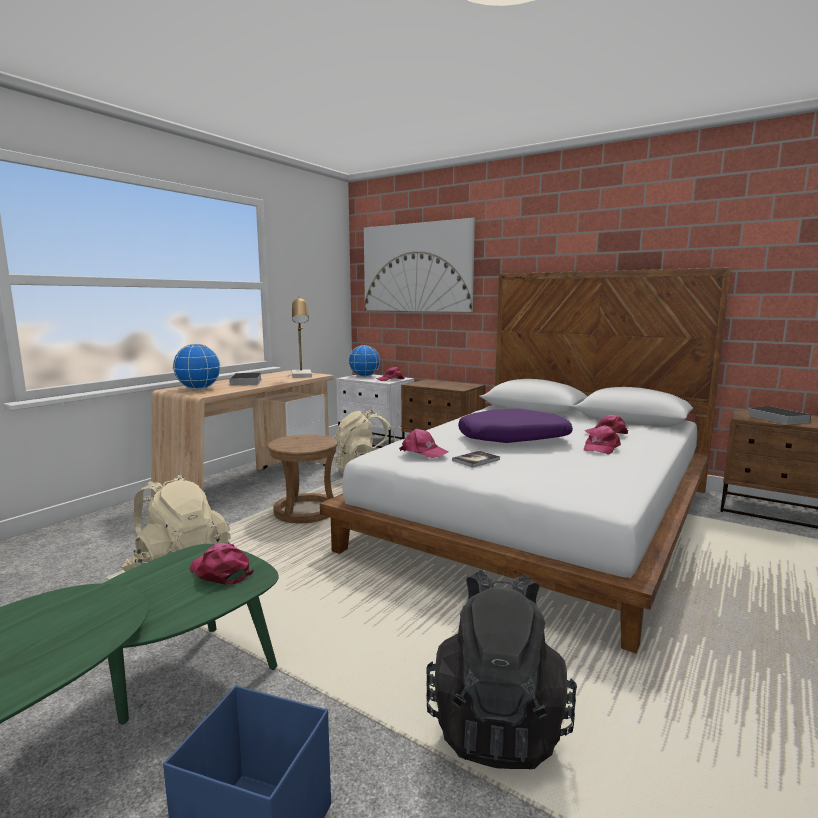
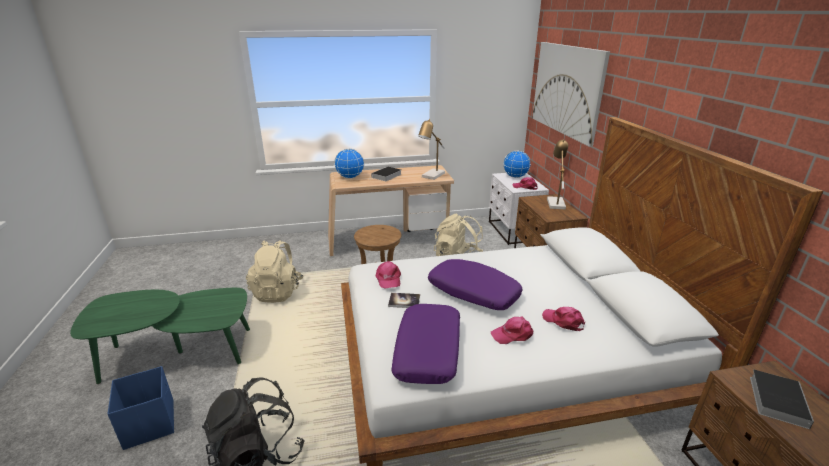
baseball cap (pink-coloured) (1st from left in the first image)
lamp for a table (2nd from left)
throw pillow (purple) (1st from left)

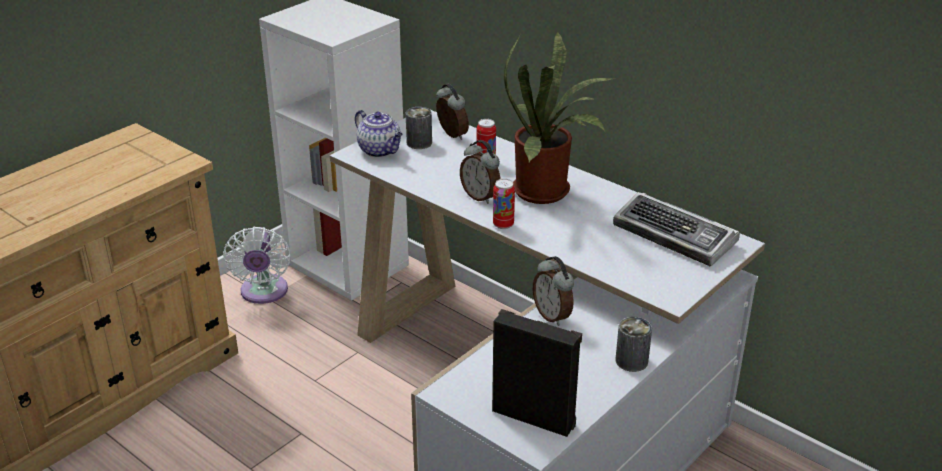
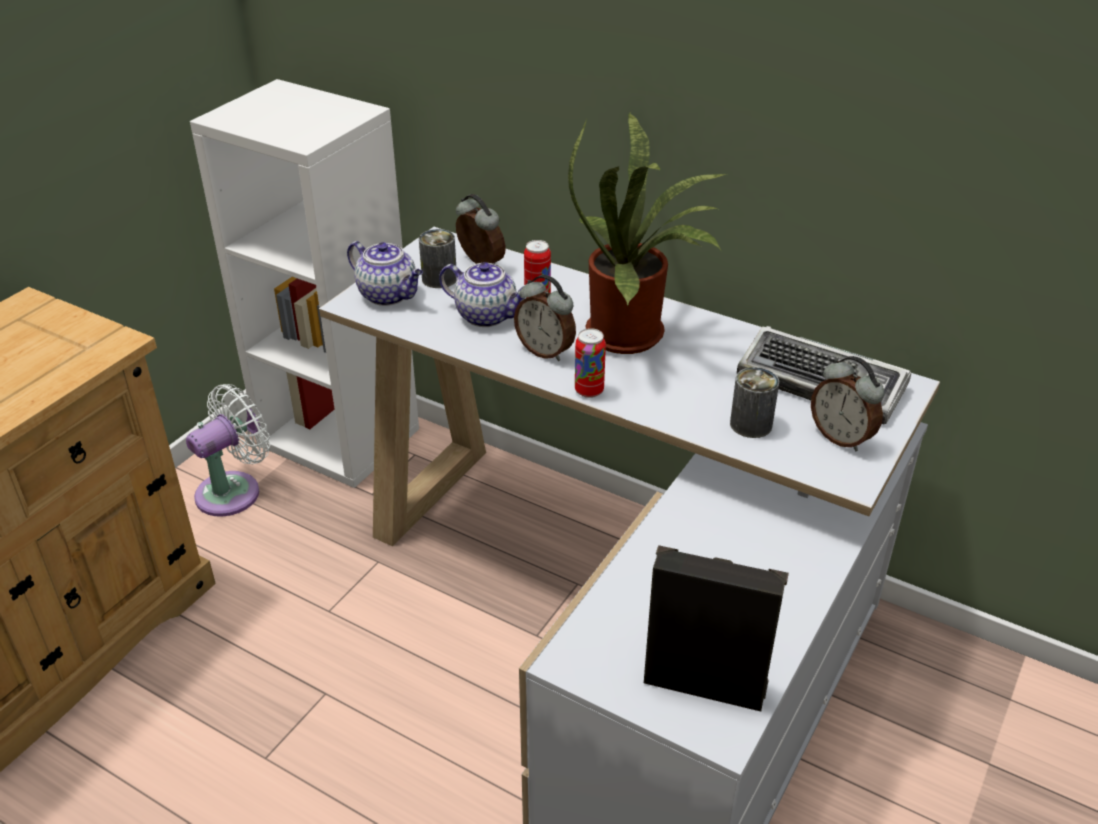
cooling fan (white)
table clock (3rd from left)
metal can (4th from left)
pot for tea (2nd from left)

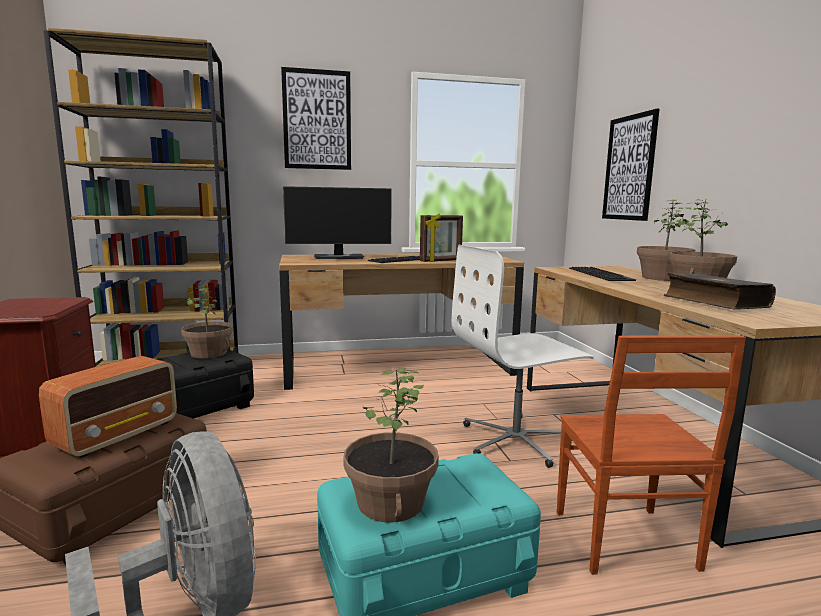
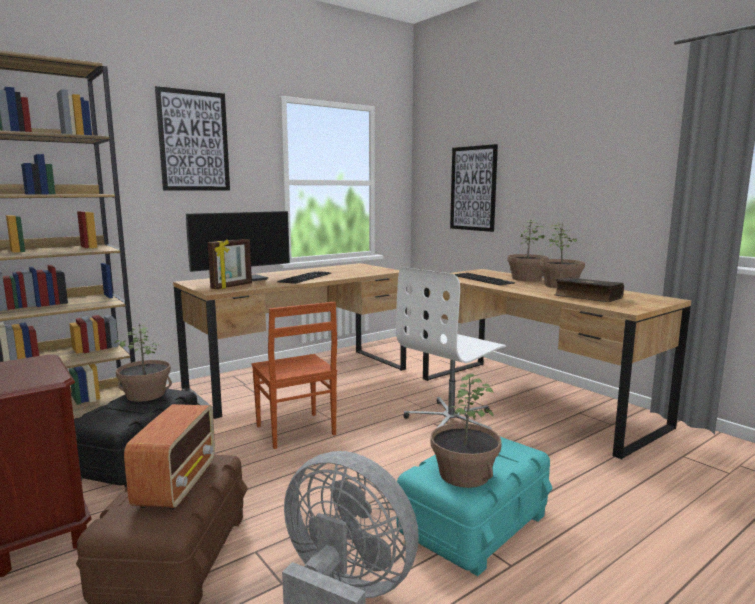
picture frame
upright chair (brown)

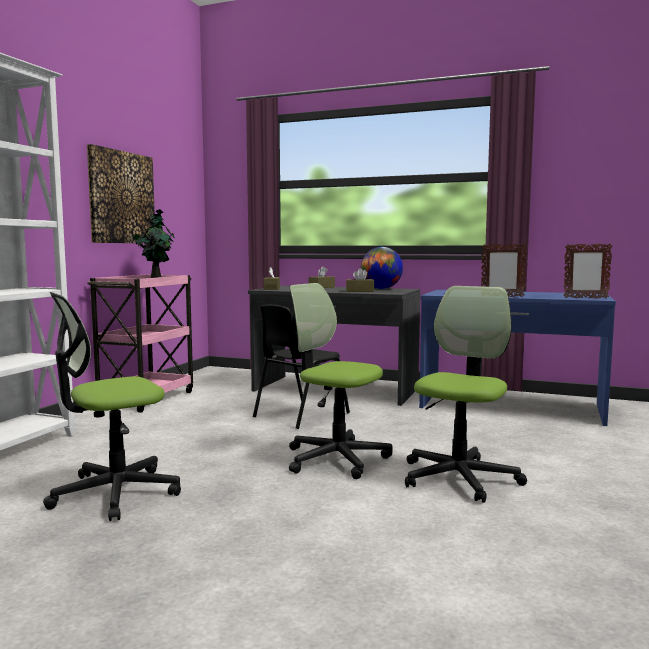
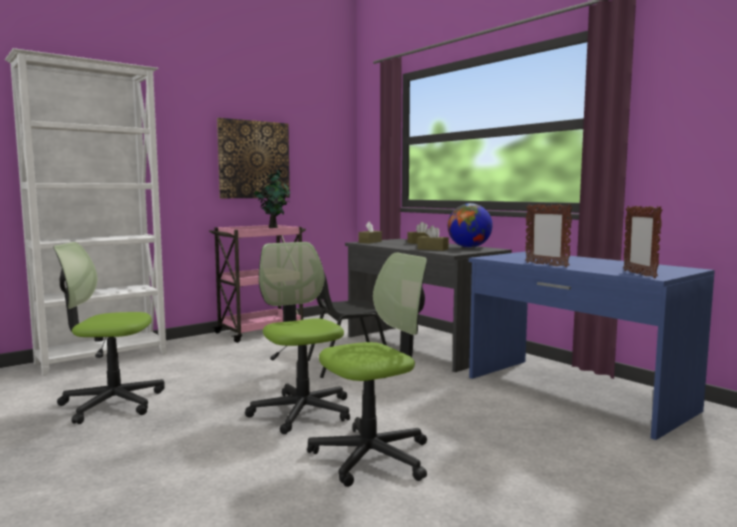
picture frame (2nd from left)

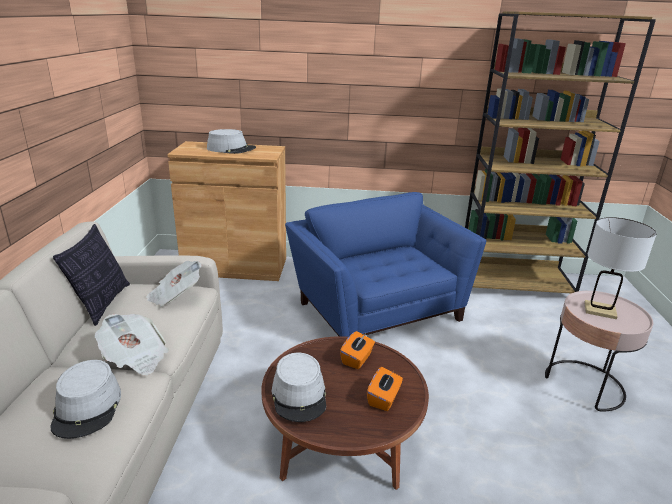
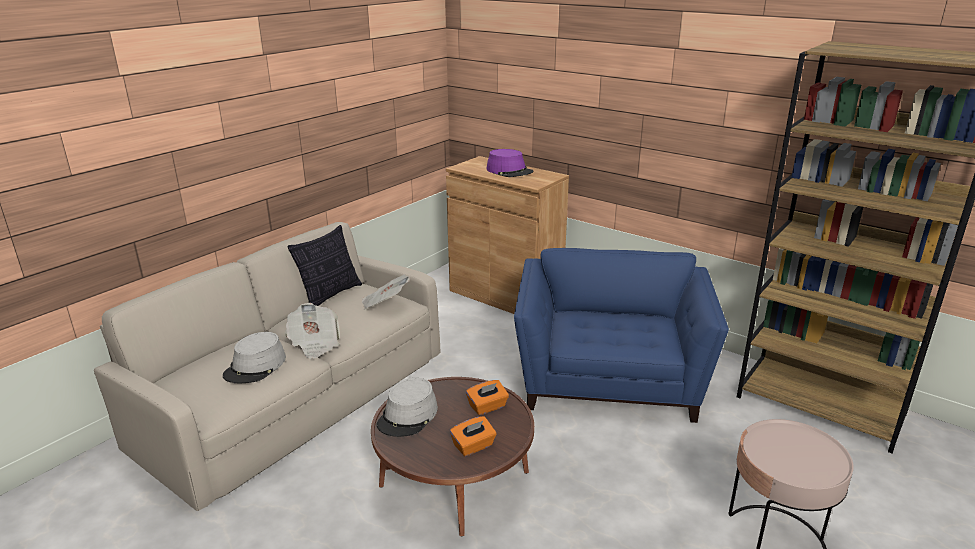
hat (purple)
lamp for a table (white)

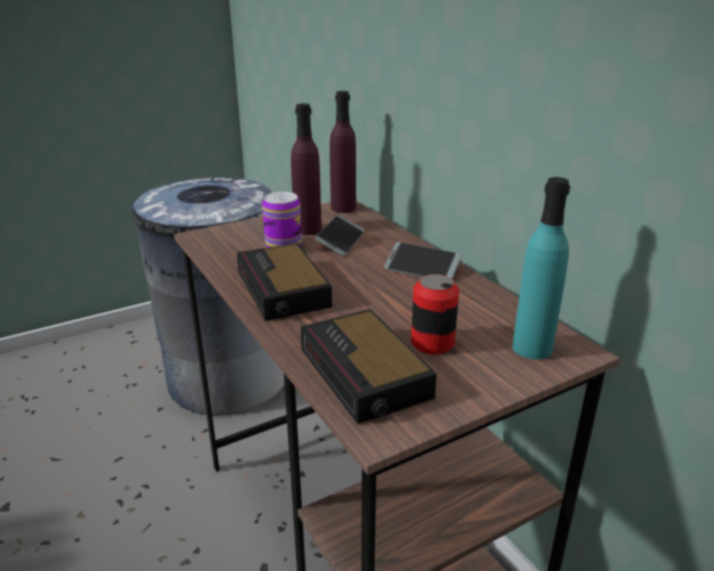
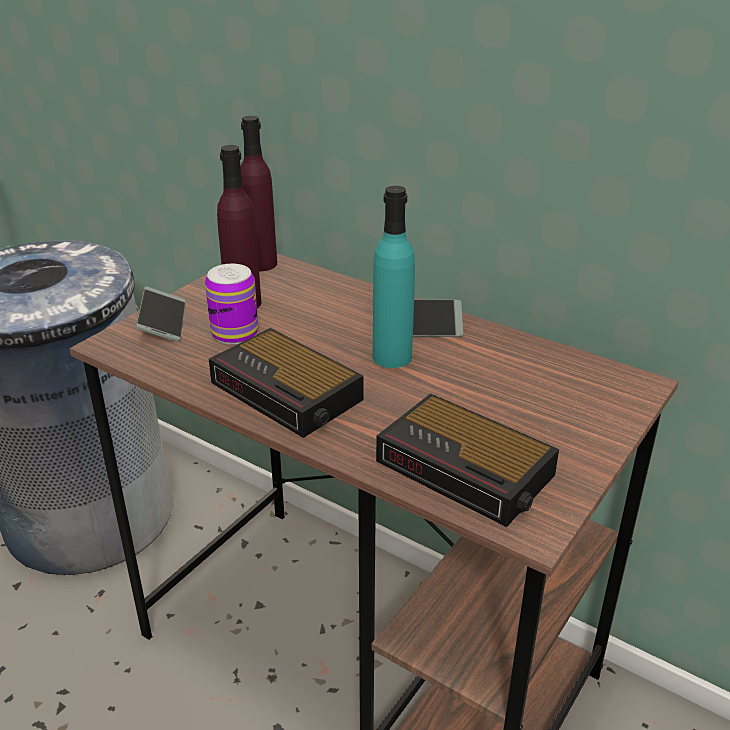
beverage bottle (turquoise)
telephone (1st from left)
metal can (2nd from left in the first image)

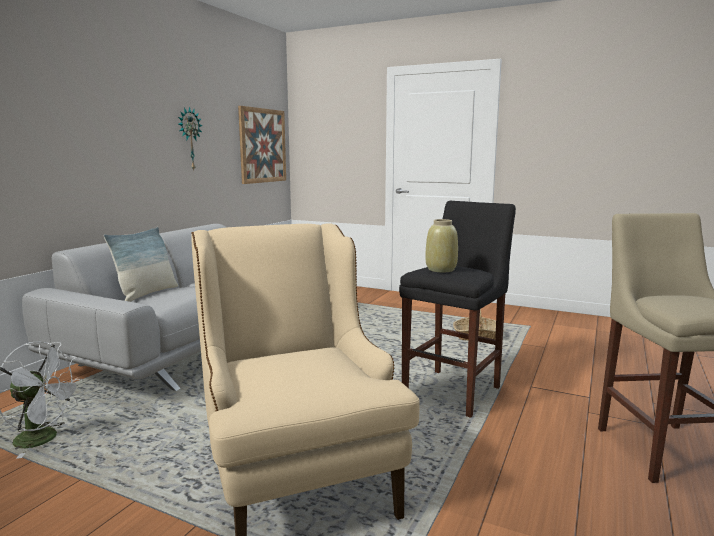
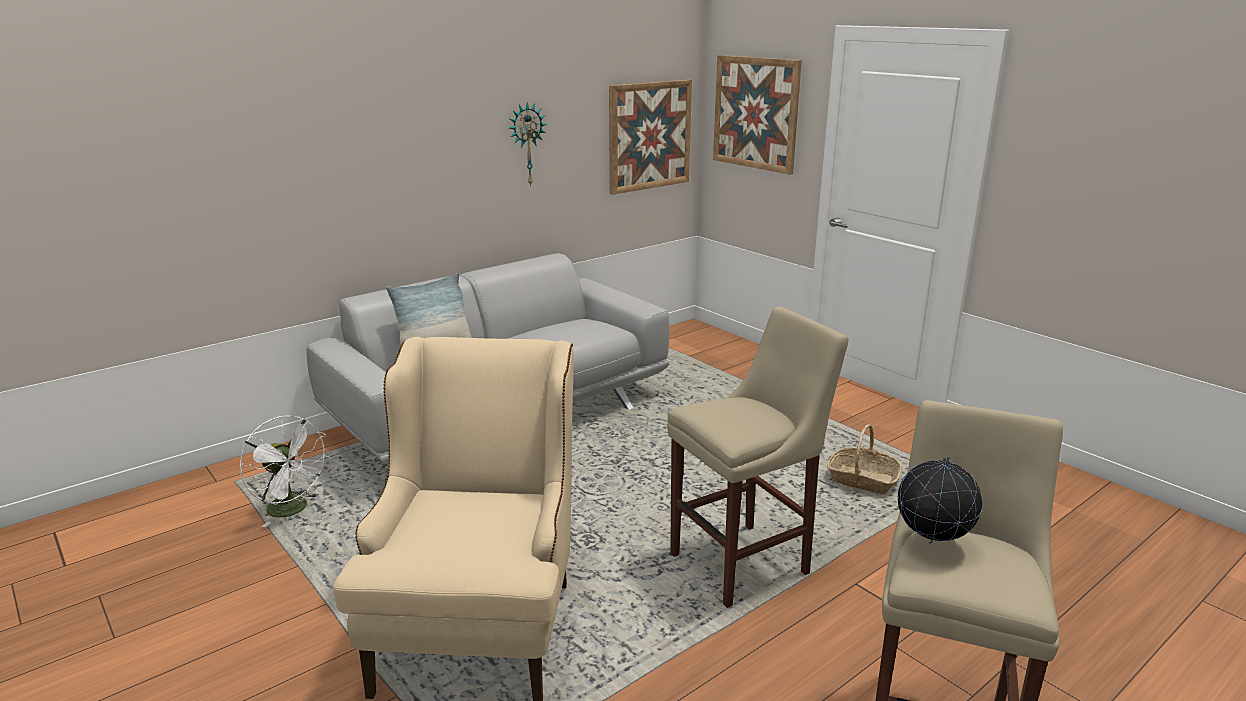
stool (sand-coloured) (1st from left)
vase (sand-coloured)
picture (2nd from left)
world globe

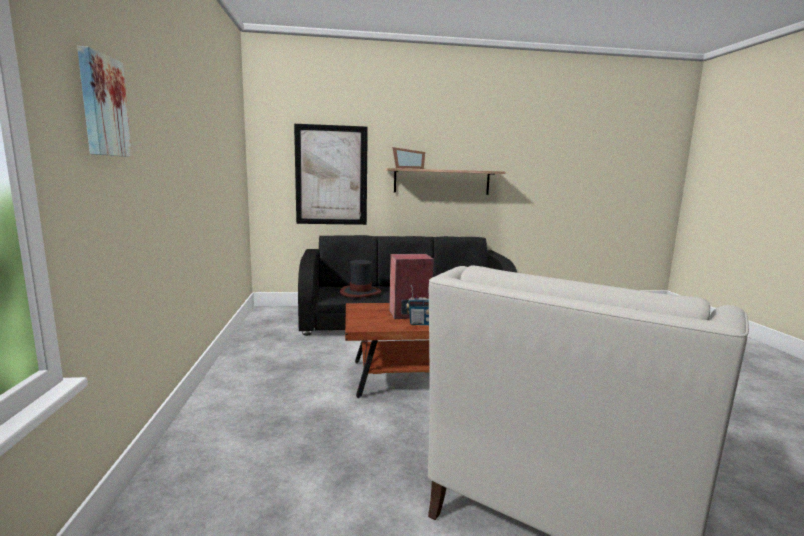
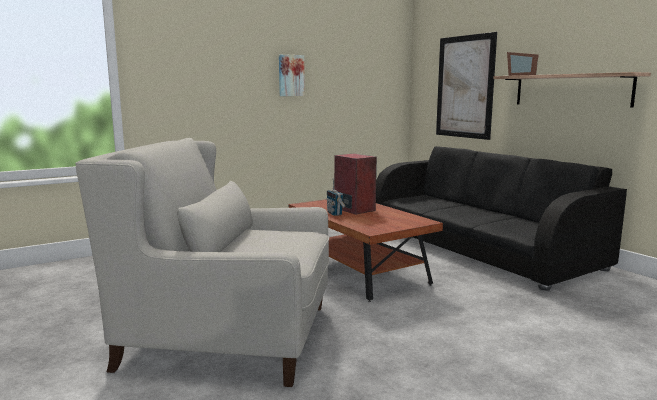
picture (1st from left)
hat

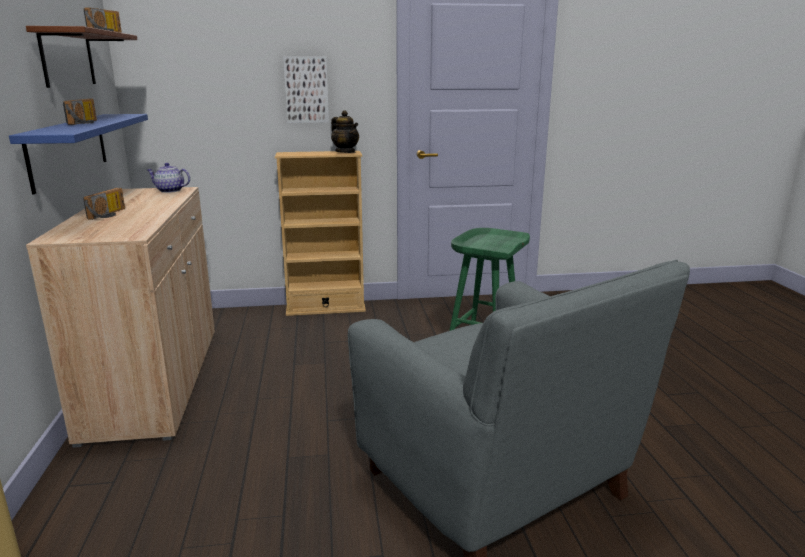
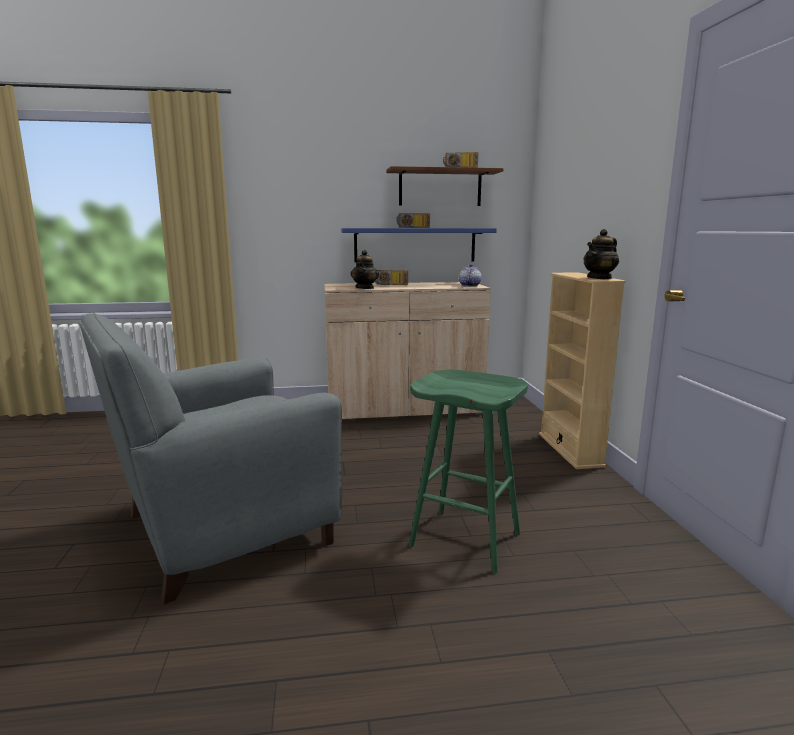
picture
pot for tea (1st from left)

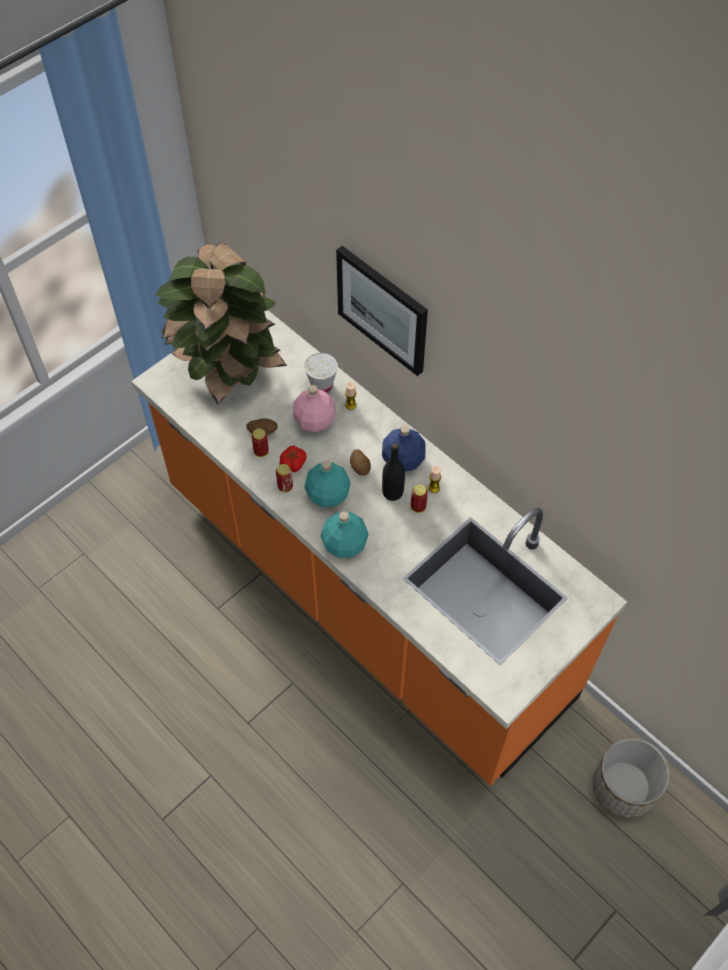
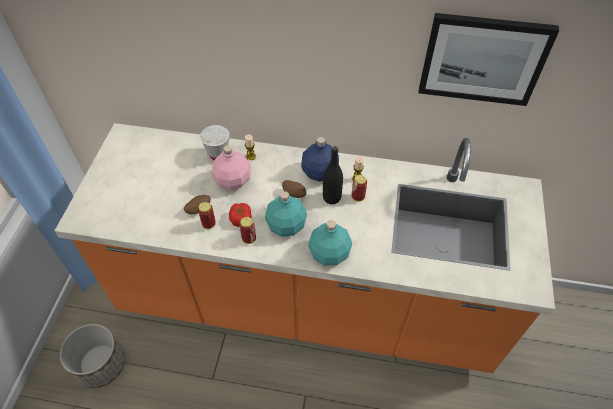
houseplant
picture
flower pot

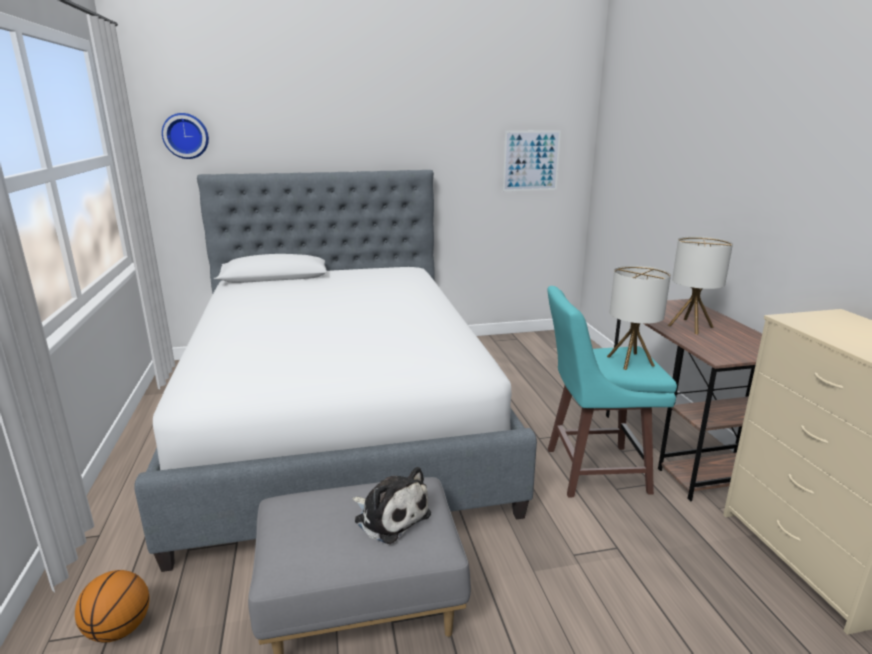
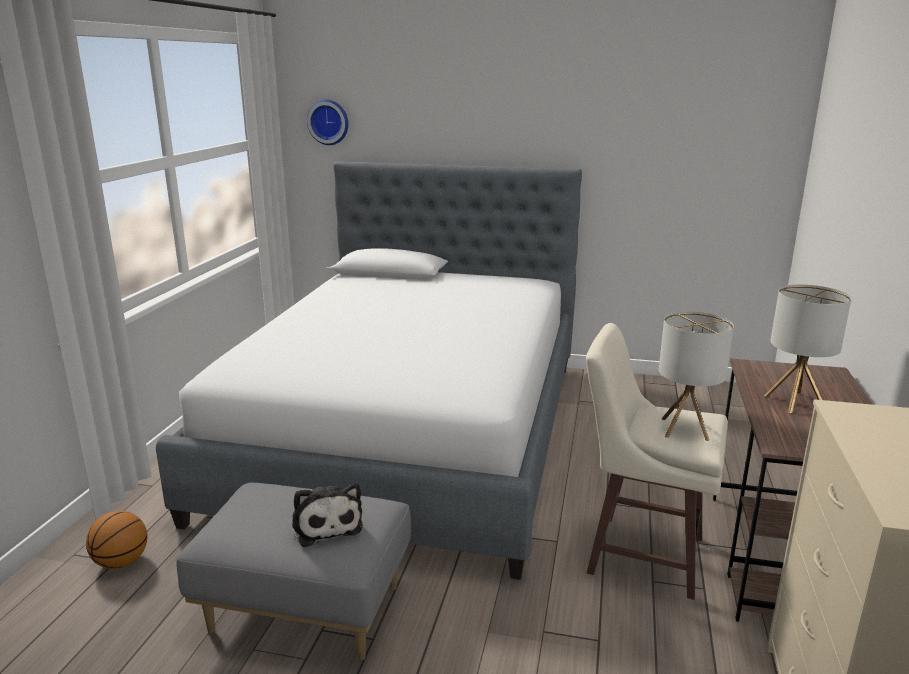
picture
stool (sand-coloured)

